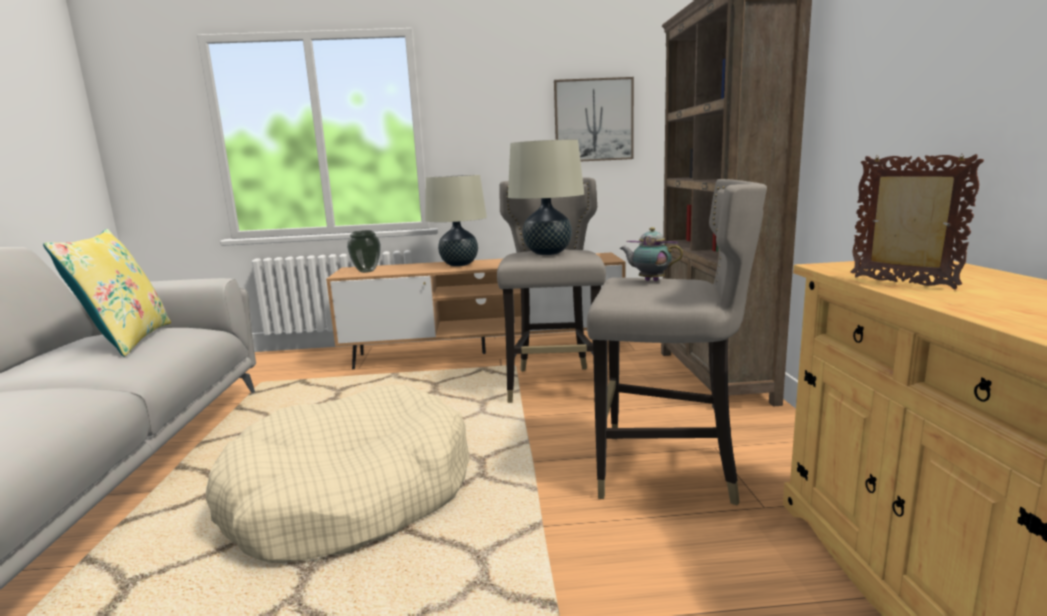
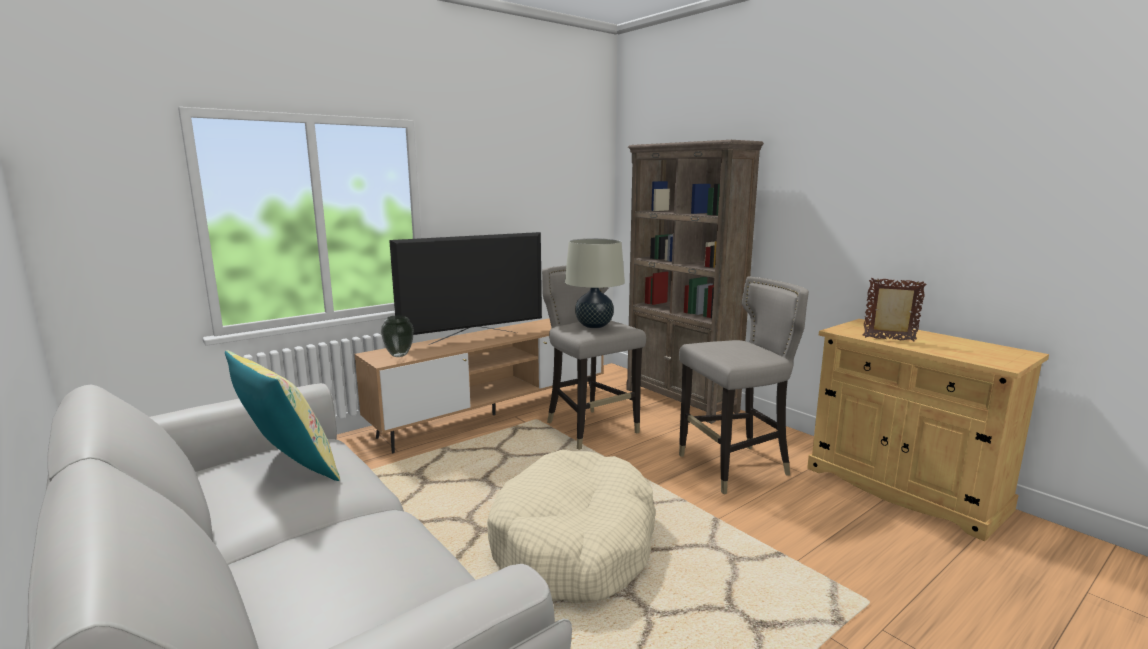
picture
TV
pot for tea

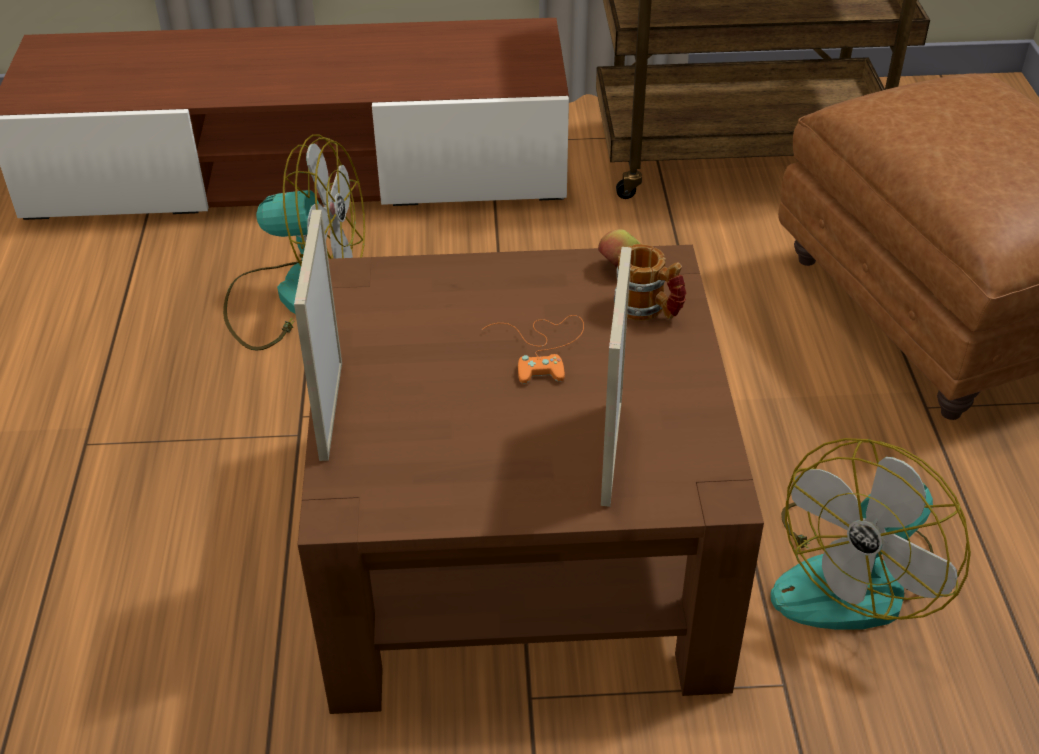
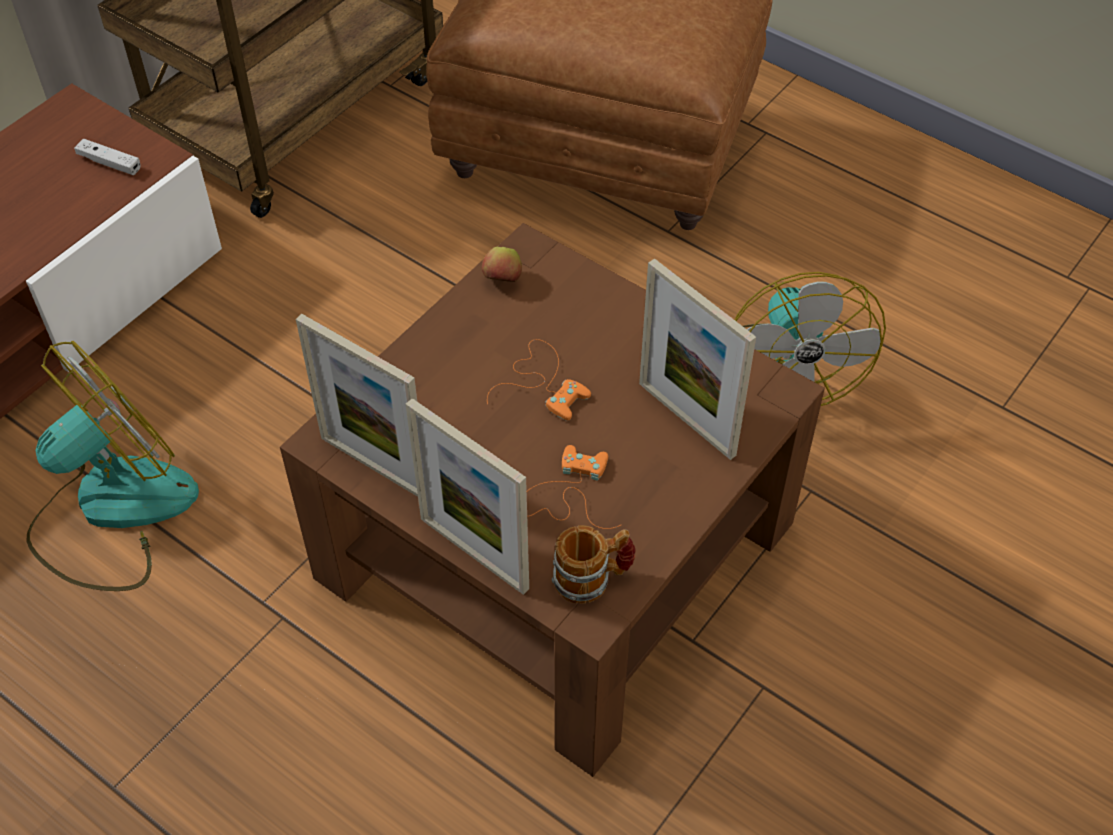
coffee mug
game controller (white)
picture frame (1st from left)
game controller (orange) (2nd from left)

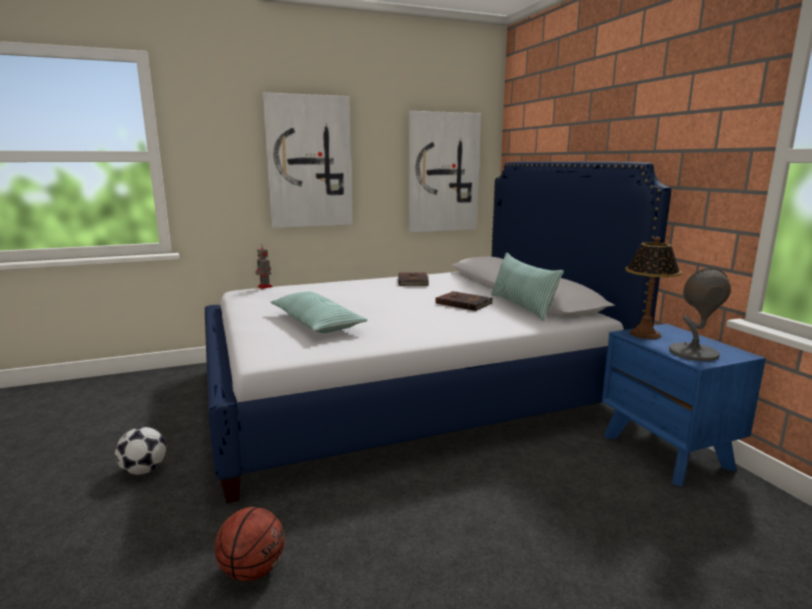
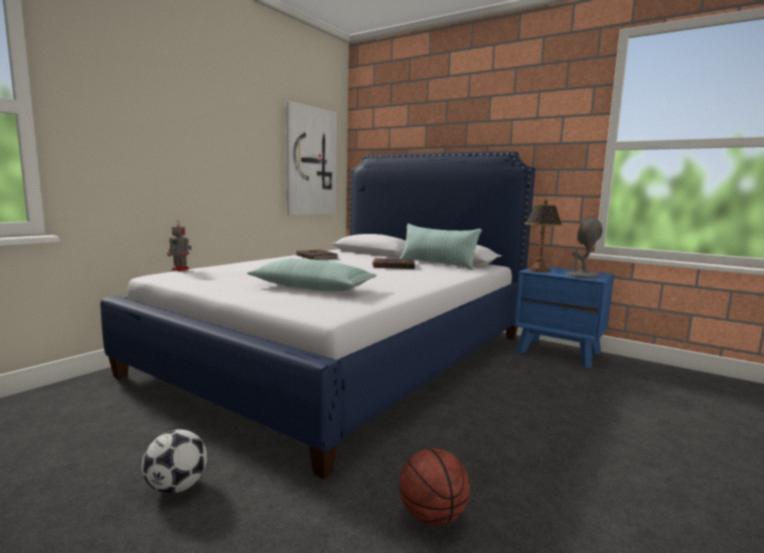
picture (1st from left in the first image)

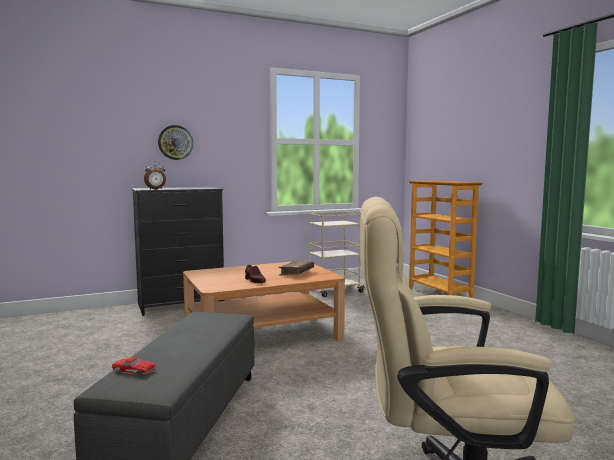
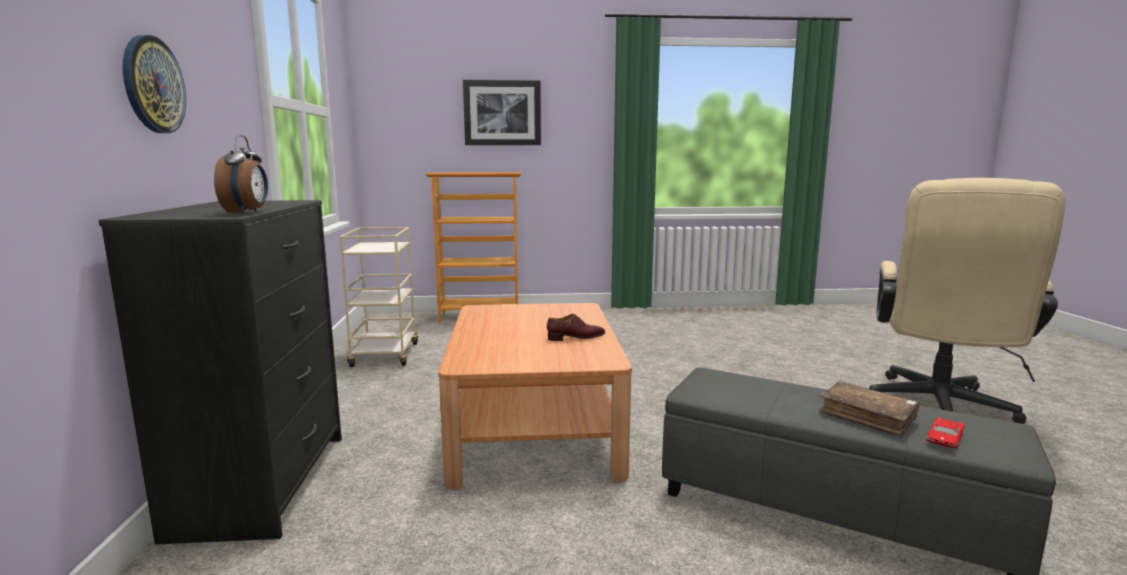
bound book (brown)
picture

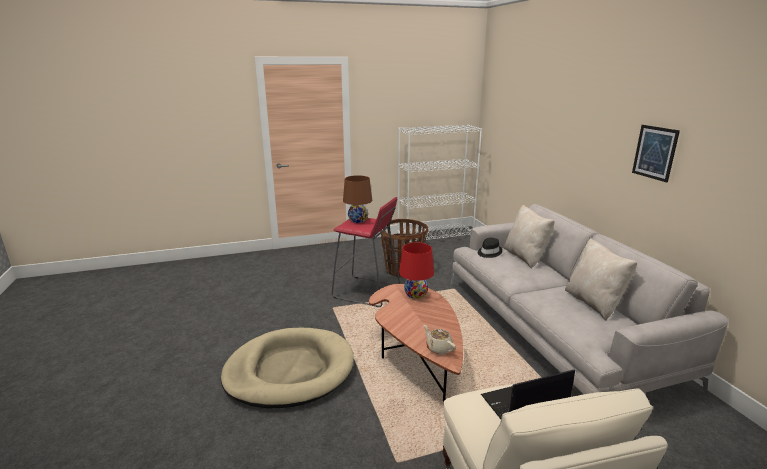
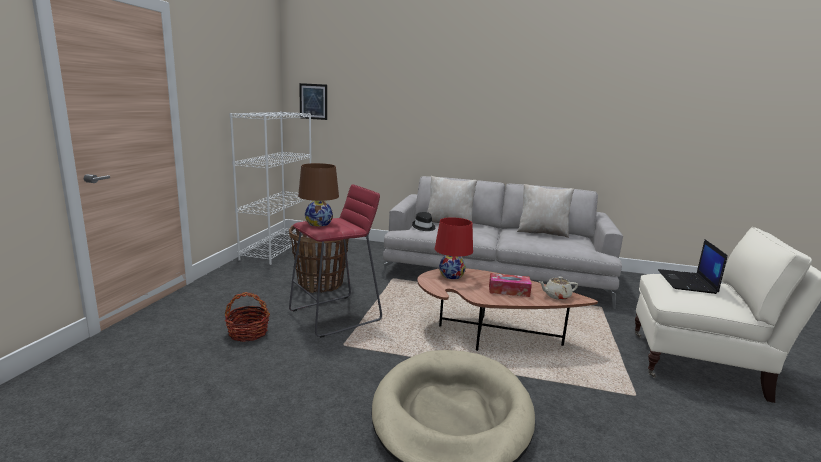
picture
tissue box
storage basket (1st from left)

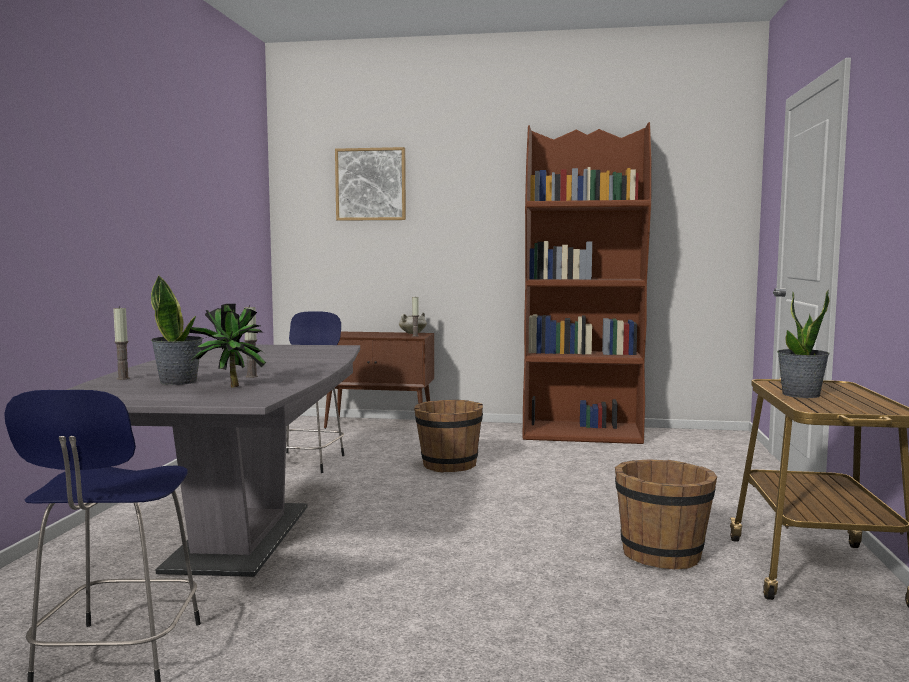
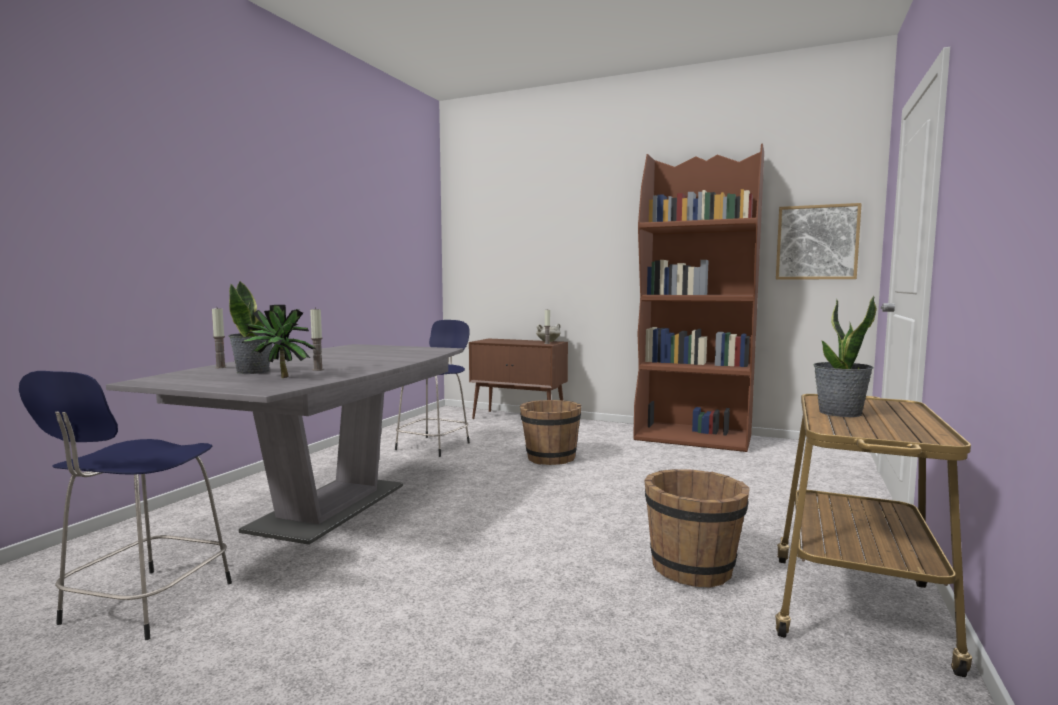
picture

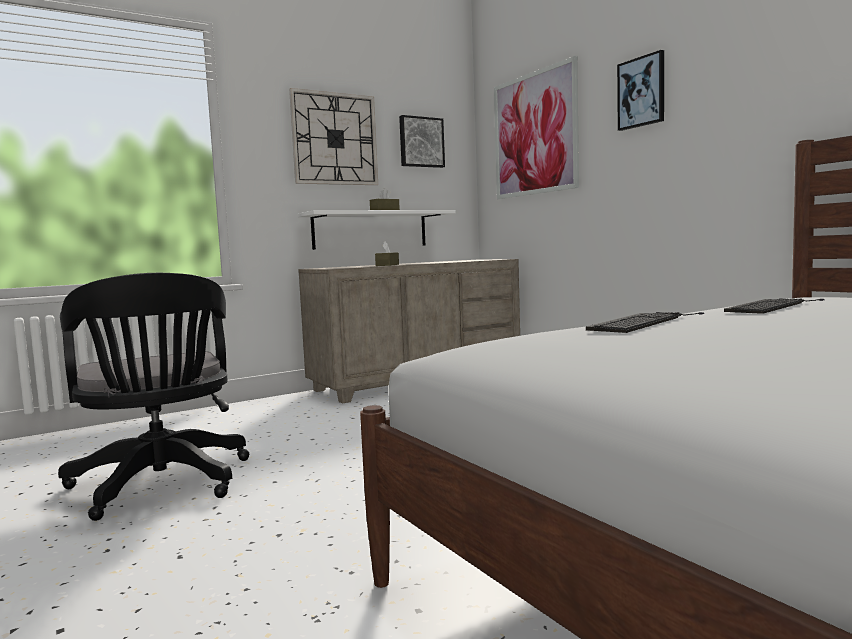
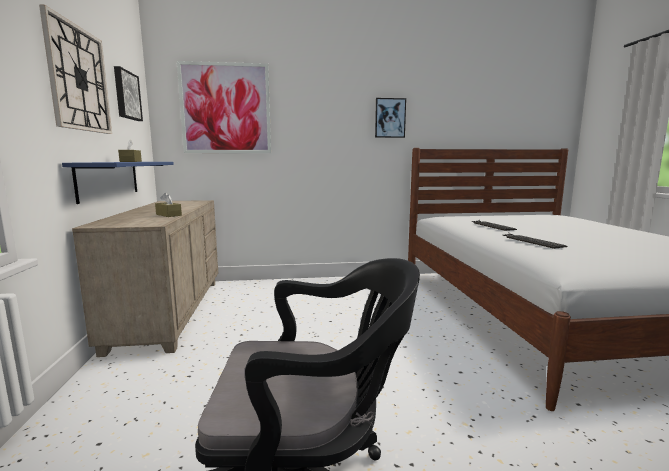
picture (3rd from left)
shelf (blue-coloured)

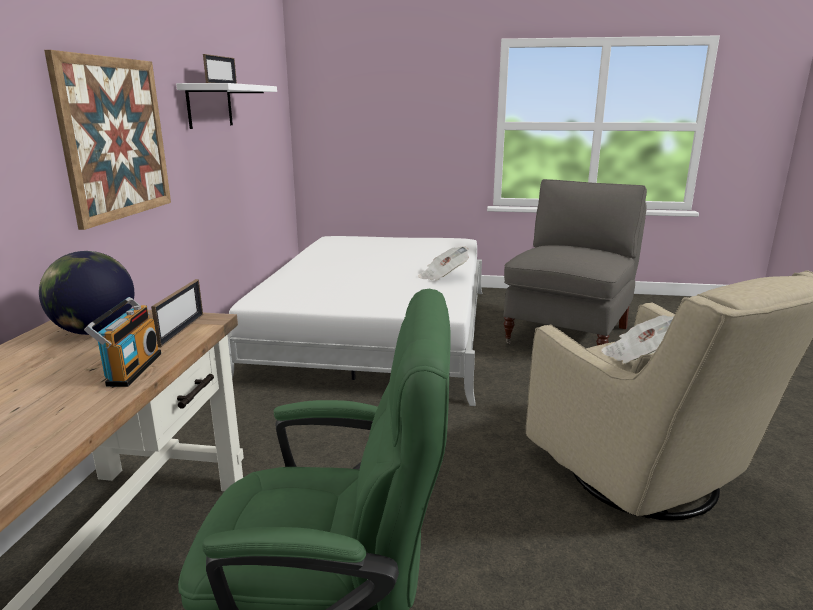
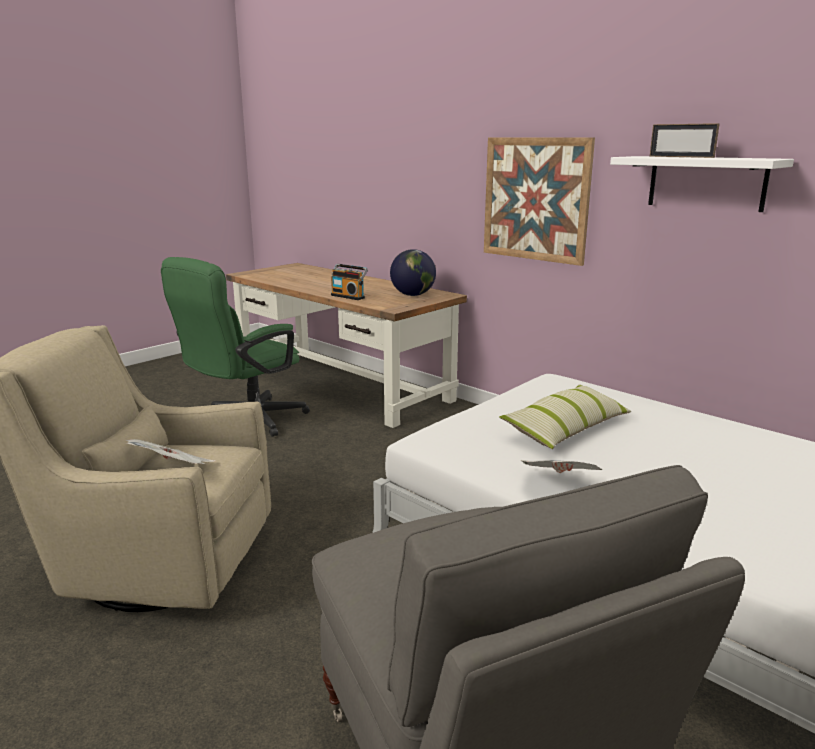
picture frame (1st from left in the first image)
throw pillow

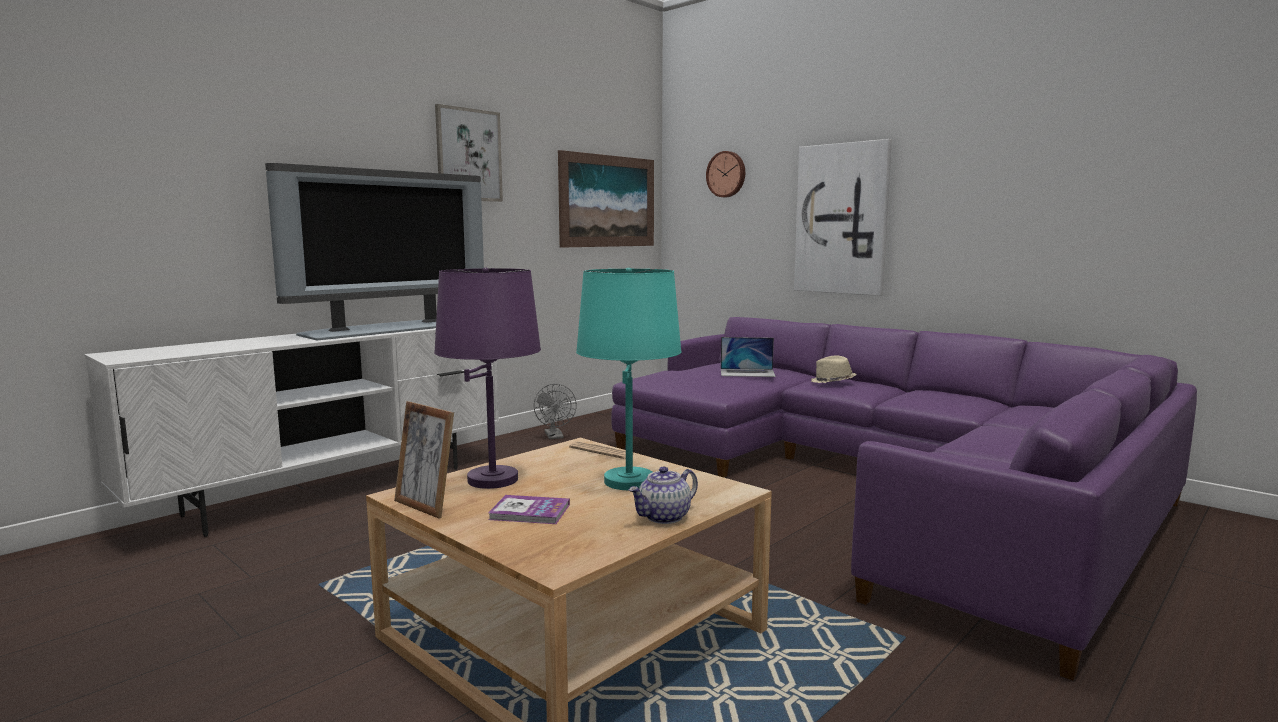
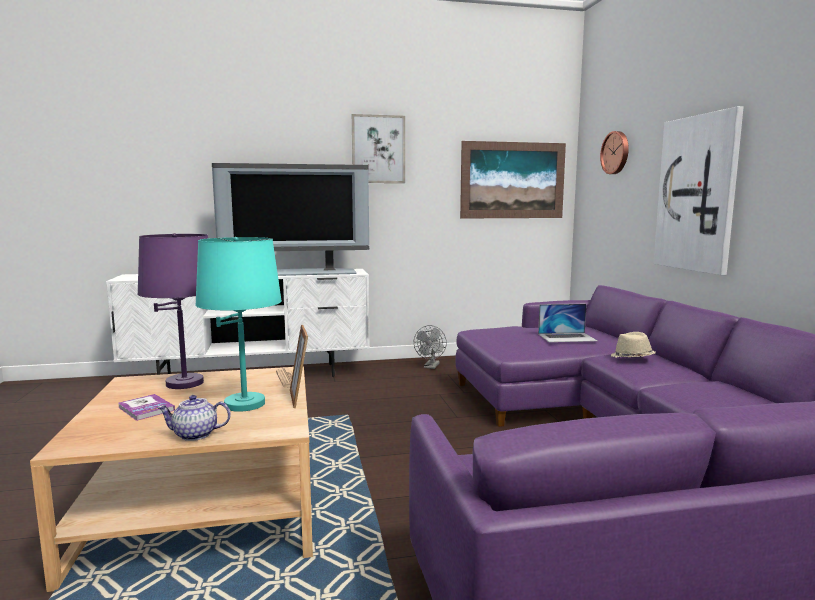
laptop
picture frame

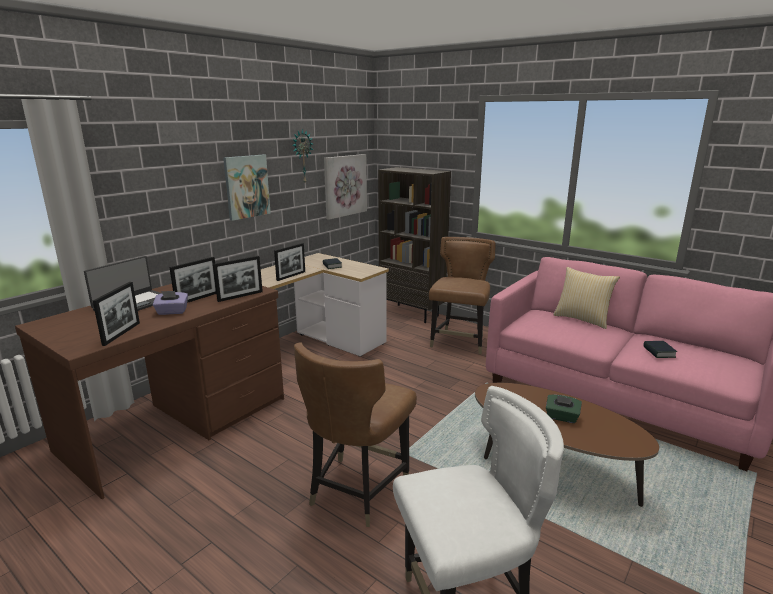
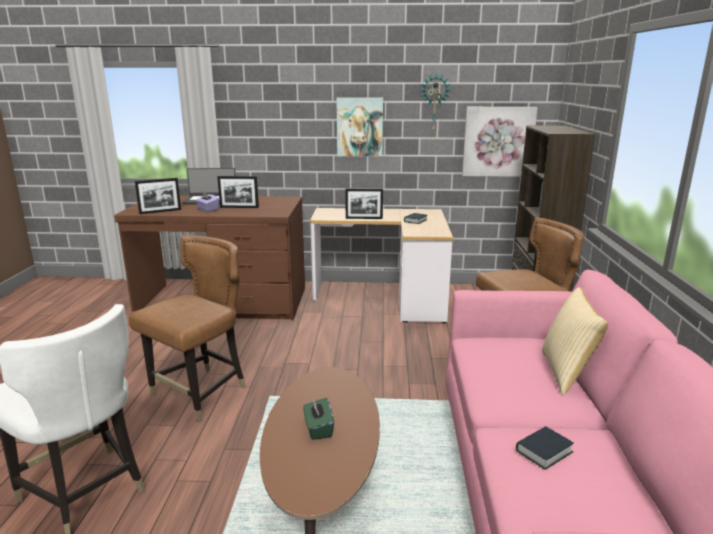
picture frame (3rd from left in the first image)
upright chair (brown) (1st from left)

